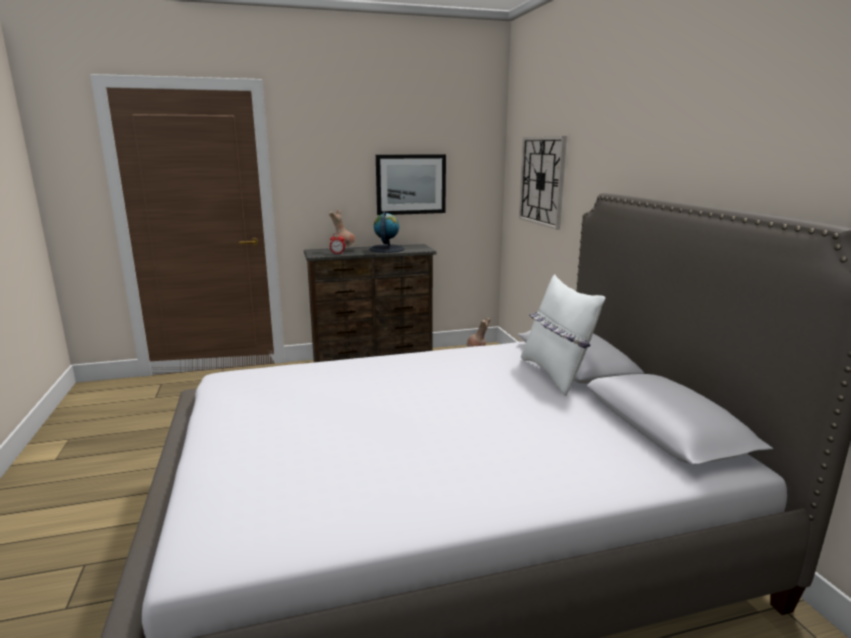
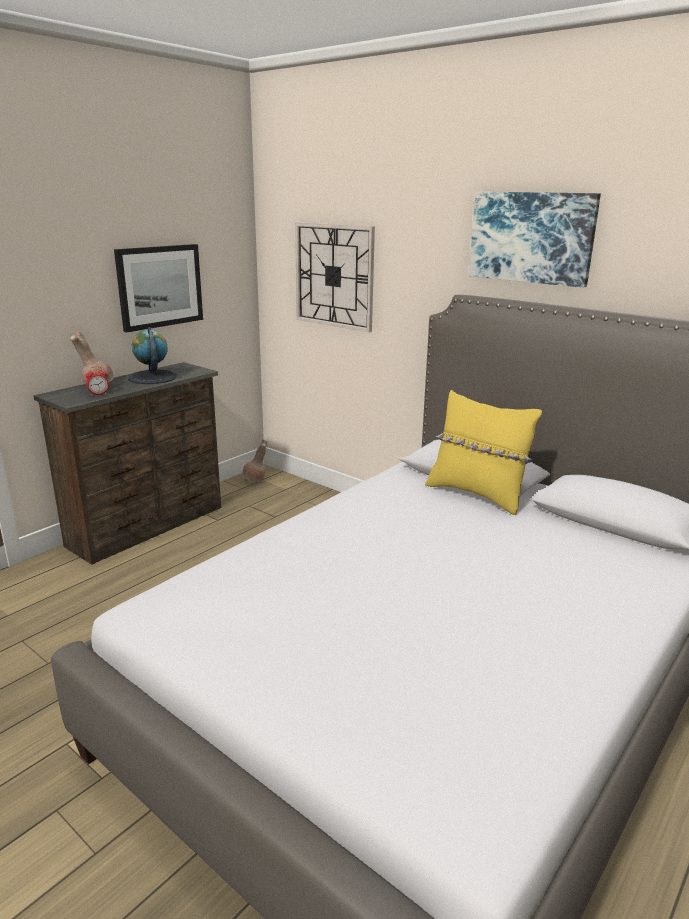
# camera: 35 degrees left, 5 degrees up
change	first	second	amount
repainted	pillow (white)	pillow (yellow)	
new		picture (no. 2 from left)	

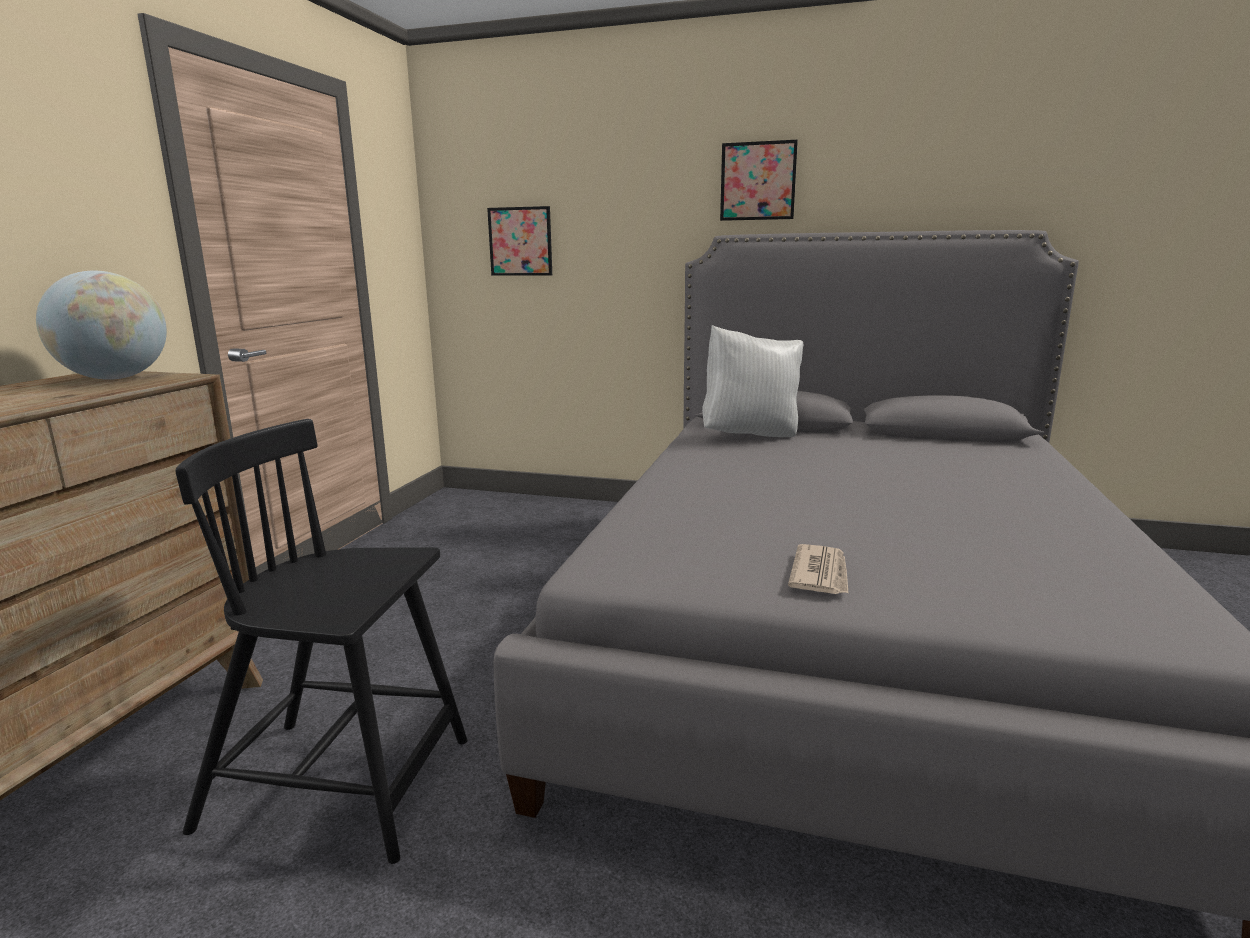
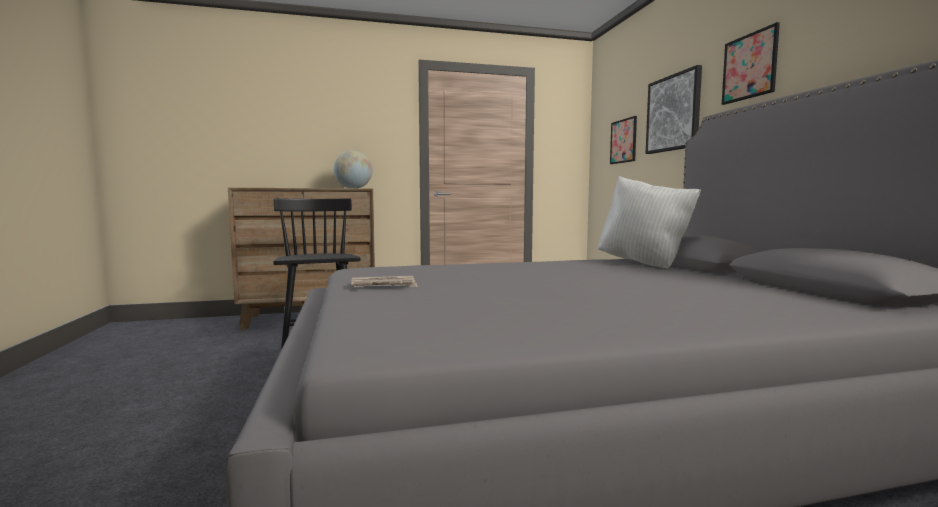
# camera: 60 degrees right, 10 degrees down
change	first	second	amount
new		picture (no. 2 from left)	

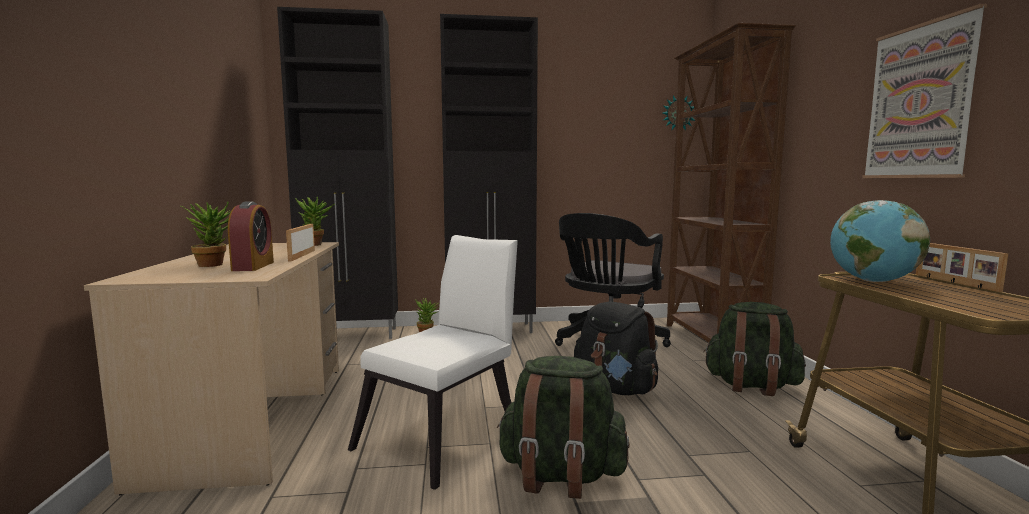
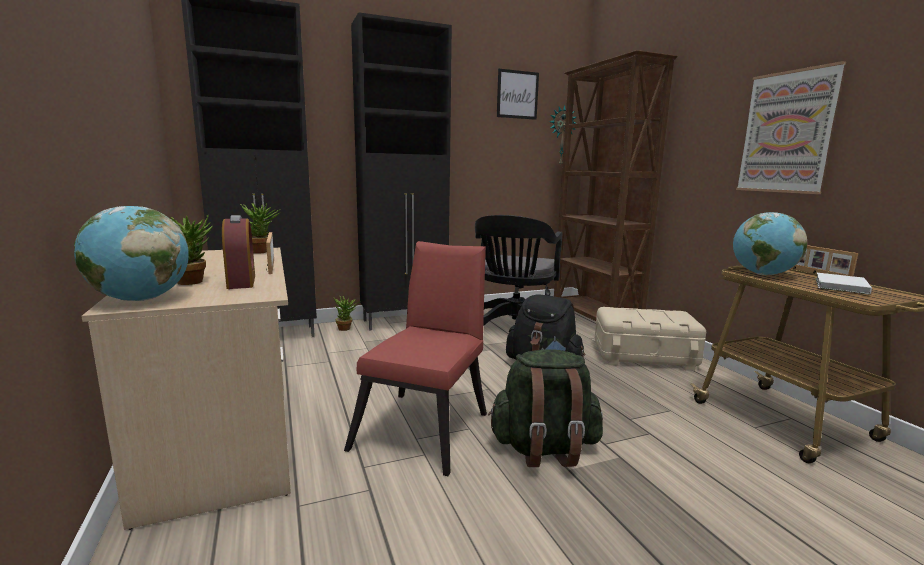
# camera: 15 degrees left, 5 degrees up
change	first	second	amount
repainted	chair (white)	chair (red)	
swapped	backpack (green) (no. 2 from left)	storage box (beige)	
new		globe (no. 1 from left)	
new		picture (no. 1 from left)	
new		book (white)	

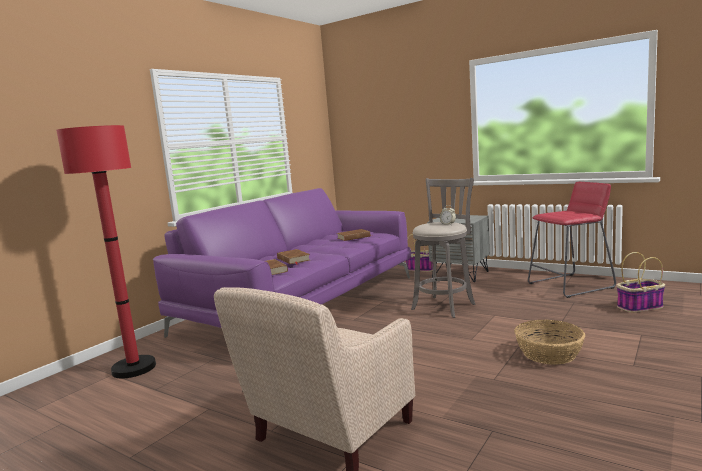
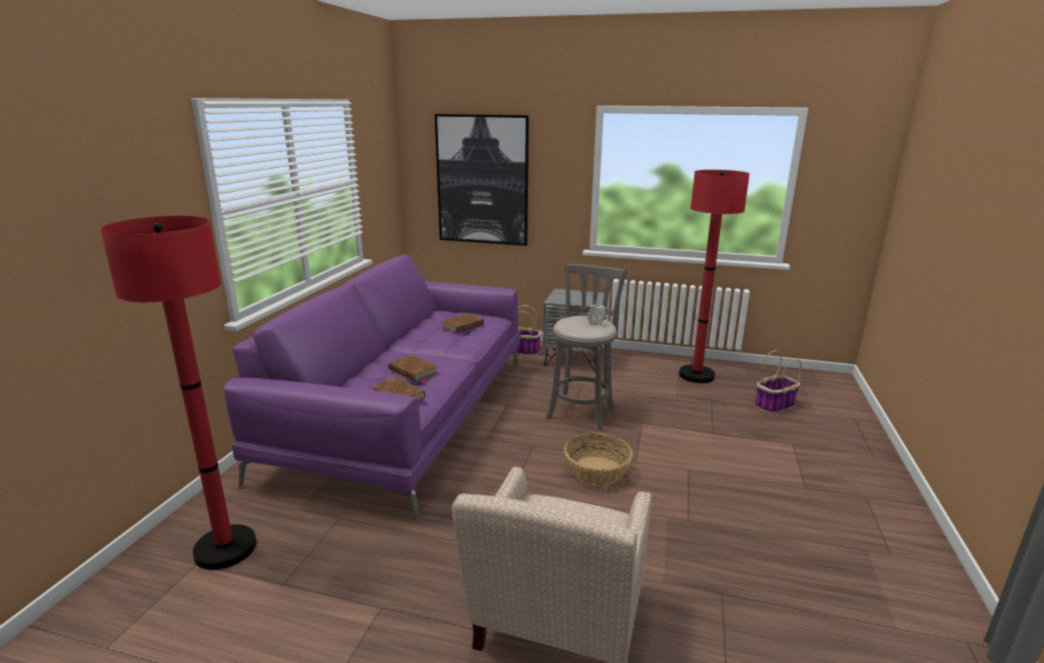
# camera: 20 degrees left, 10 degrees up
change	first	second	amount
shifted	basket (no. 2 from left)		
swapped	stool (red)	floor lamp (red) (no. 2 from left)	
new		picture	

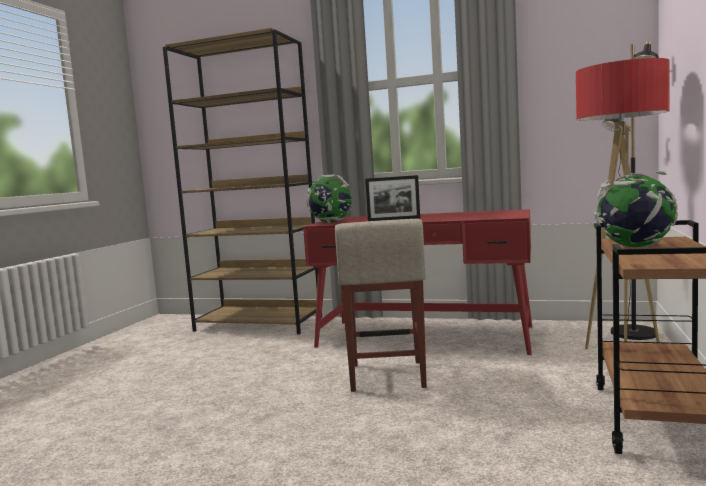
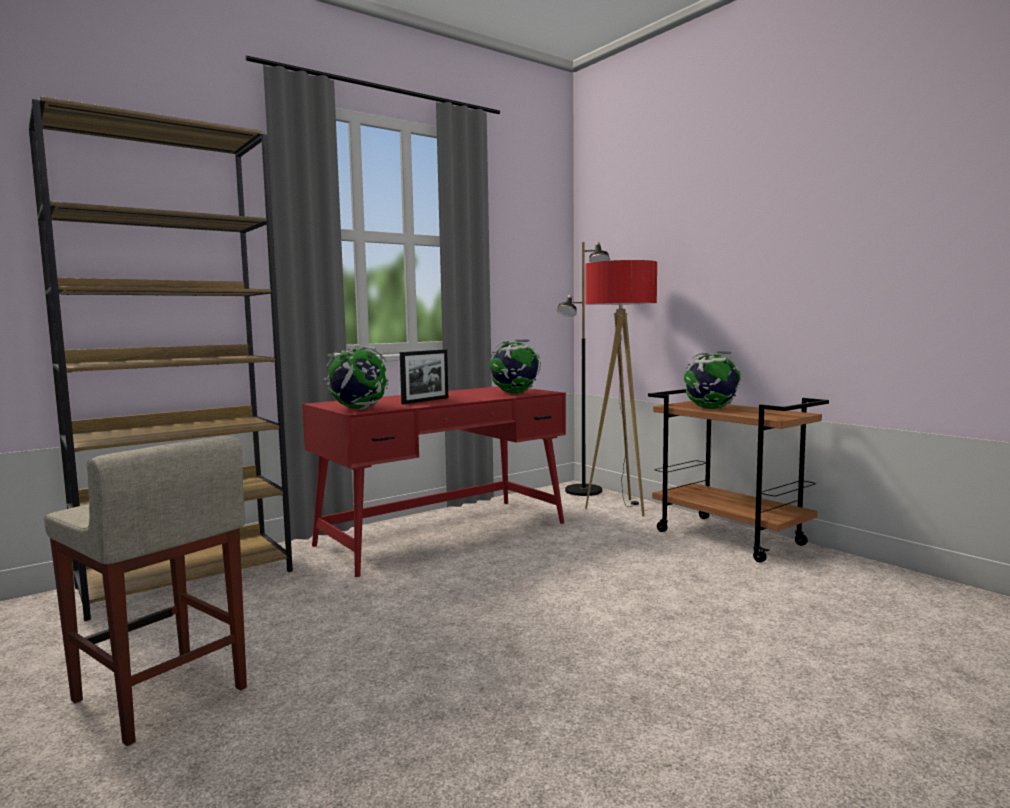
# camera: 55 degrees left, 0 degrees up
change	first	second	amount
shifted	stool (beige)		
new		globe (no. 2 from left)	

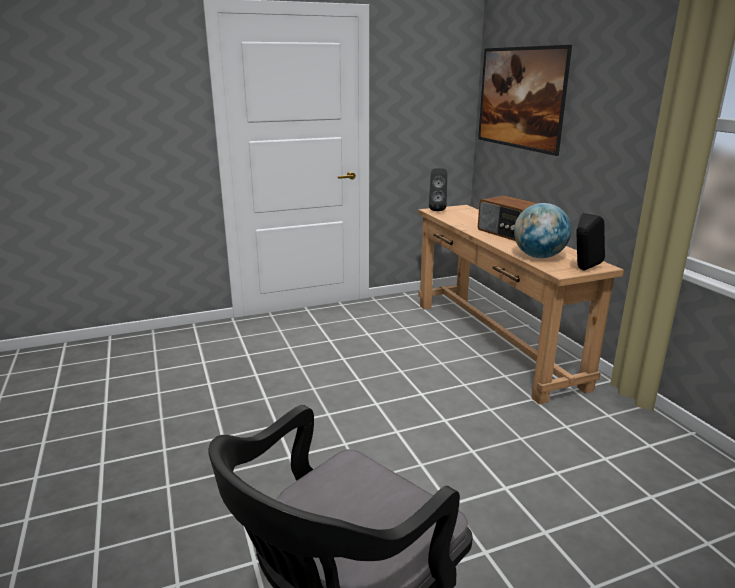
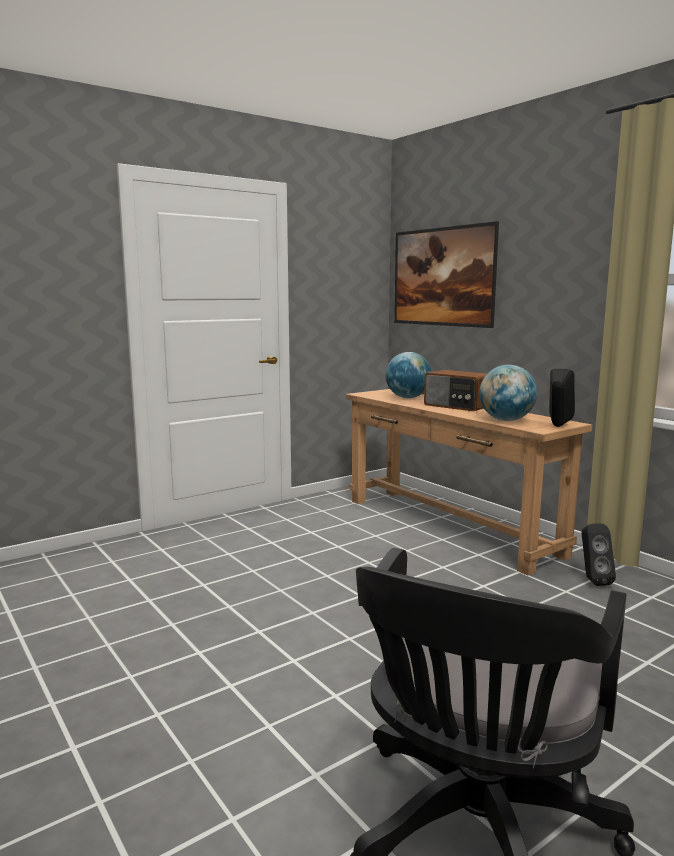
# camera: 15 degrees left, 10 degrees down
change	first	second	amount
shifted	speaker (black) (no. 1 from left in the first image)	speaker (black) (no. 2 from left)	
new		globe (no. 1 from left)	

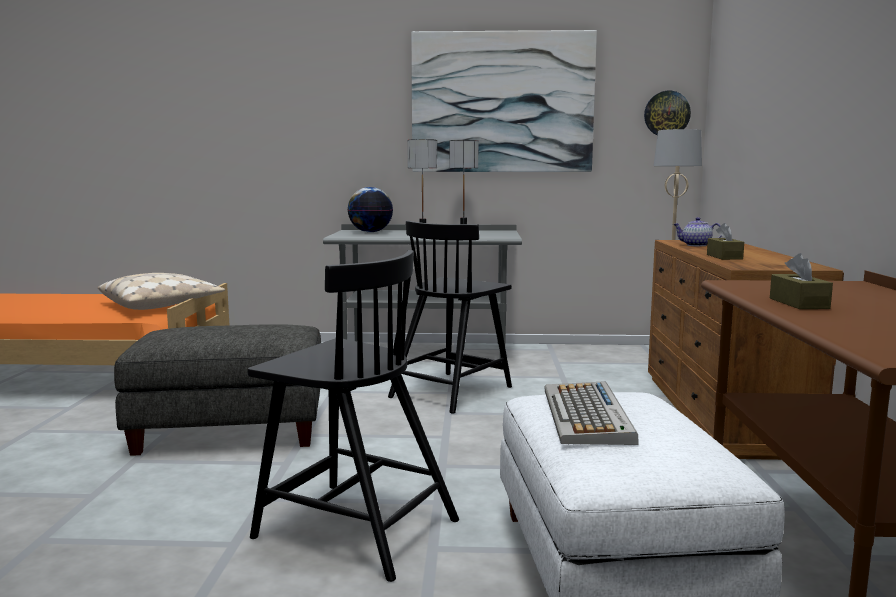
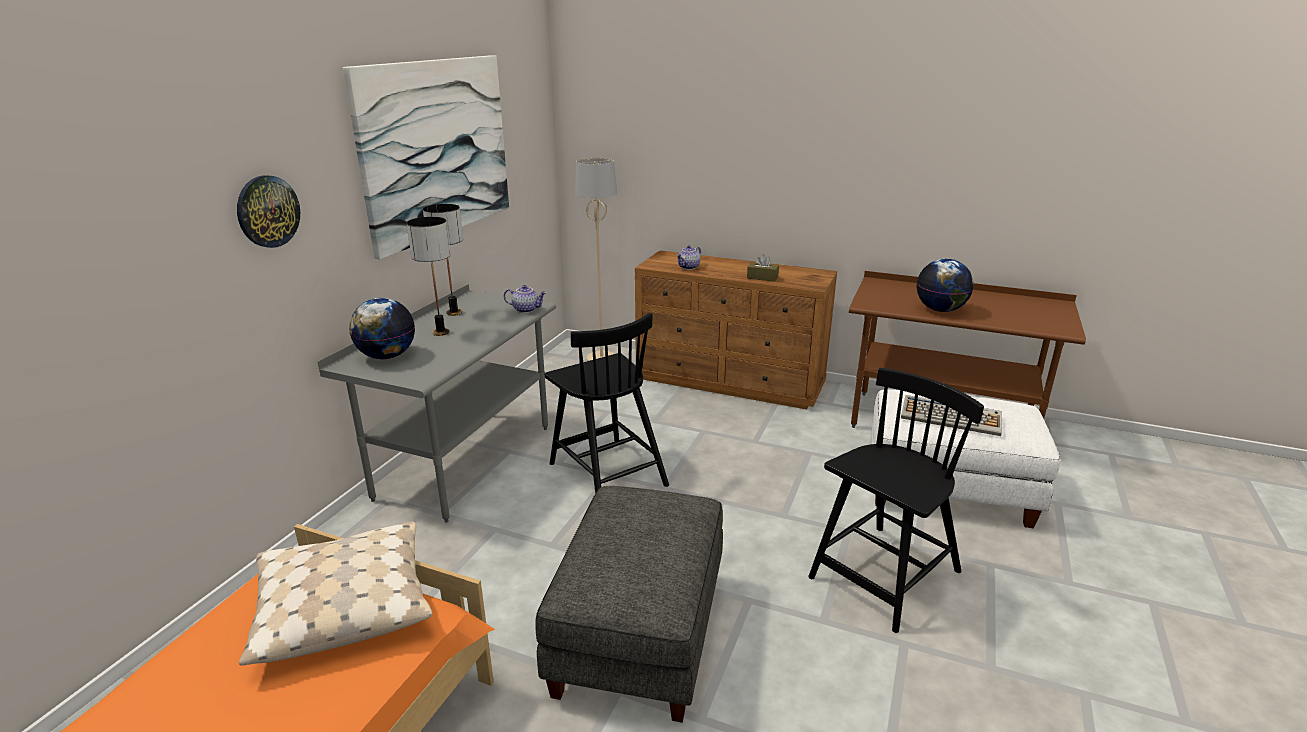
# camera: 70 degrees left, 15 degrees up
change	first	second	amount
shifted	wall clock		
swapped	tissue box (brown) (no. 2 from left)	globe (no. 2 from left)	
new		teapot (no. 1 from left)	

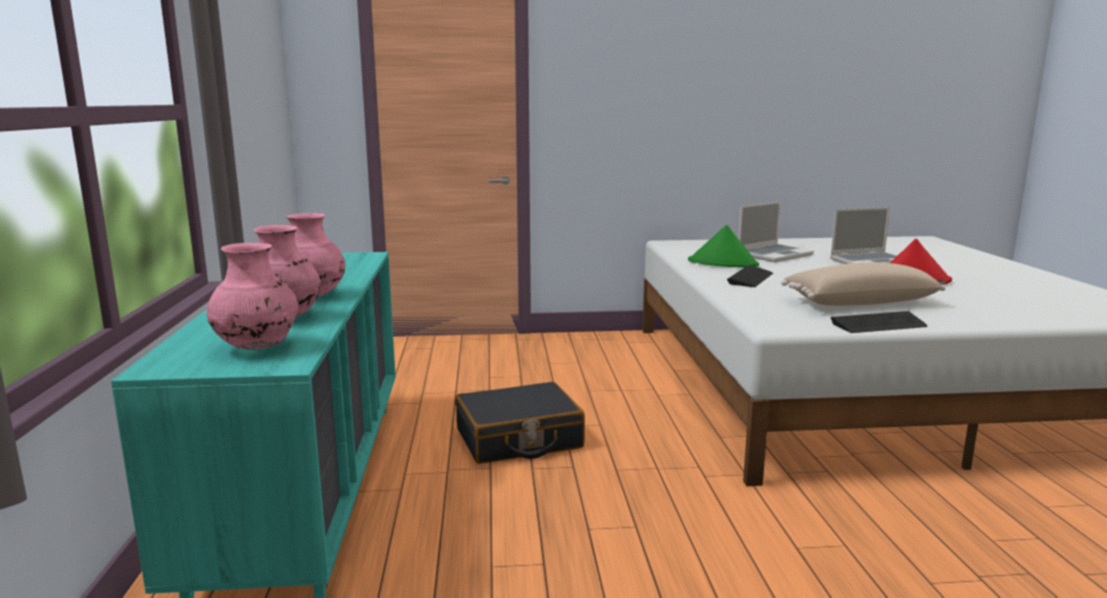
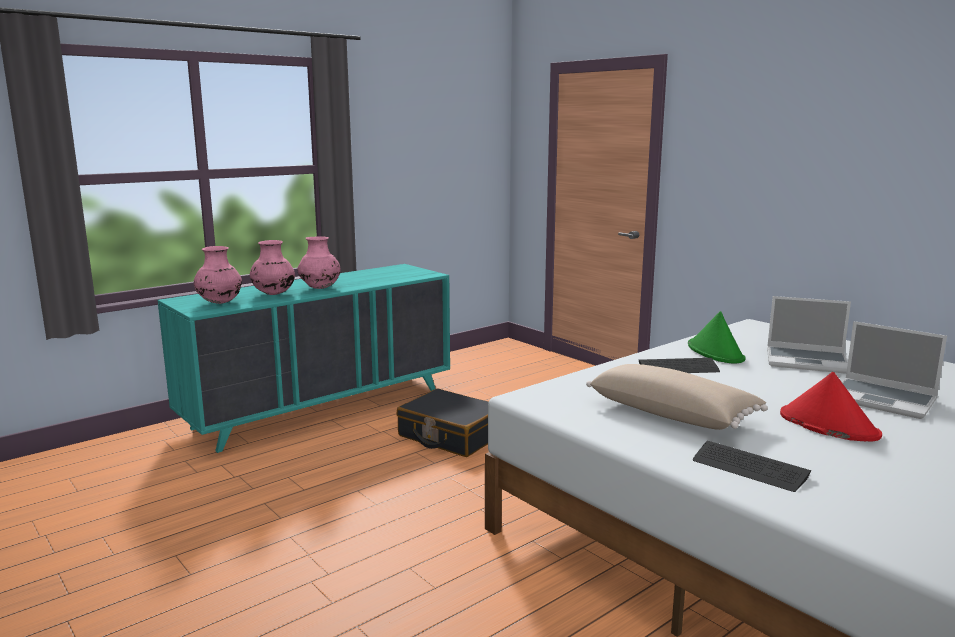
# camera: 55 degrees right, 0 degrees up
change	first	second	amount
shifted	keyboard (no. 2 from left)		

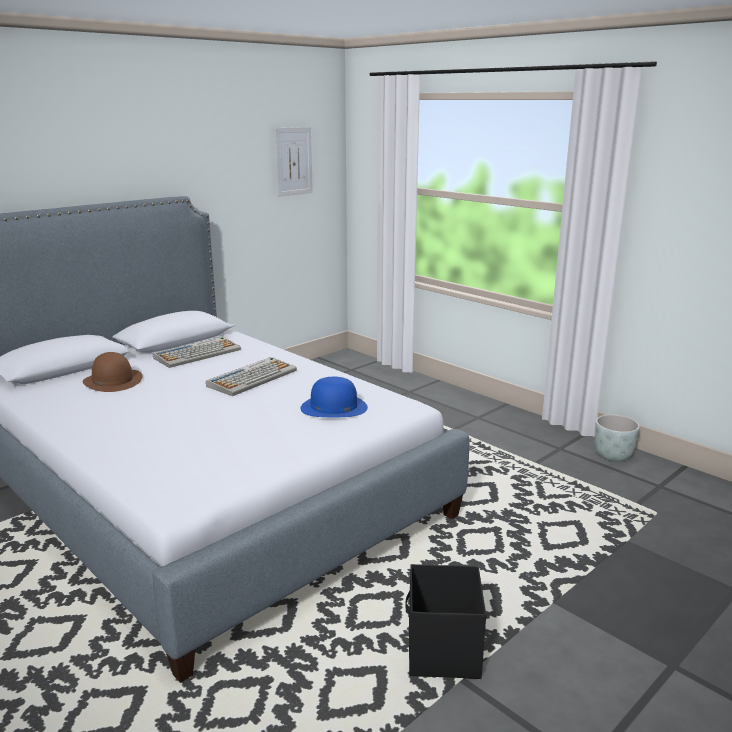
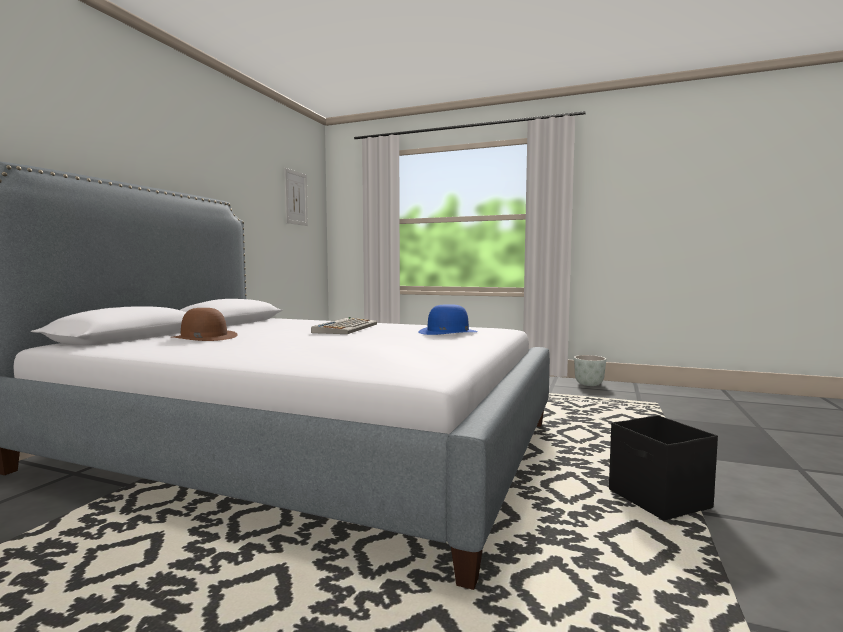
# camera: 25 degrees left, 15 degrees down
change	first	second	amount
gone	keyboard (no. 1 from left)		

